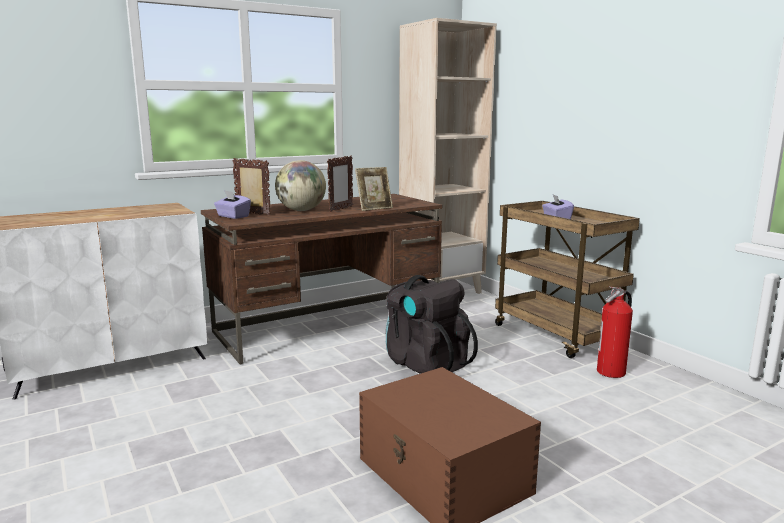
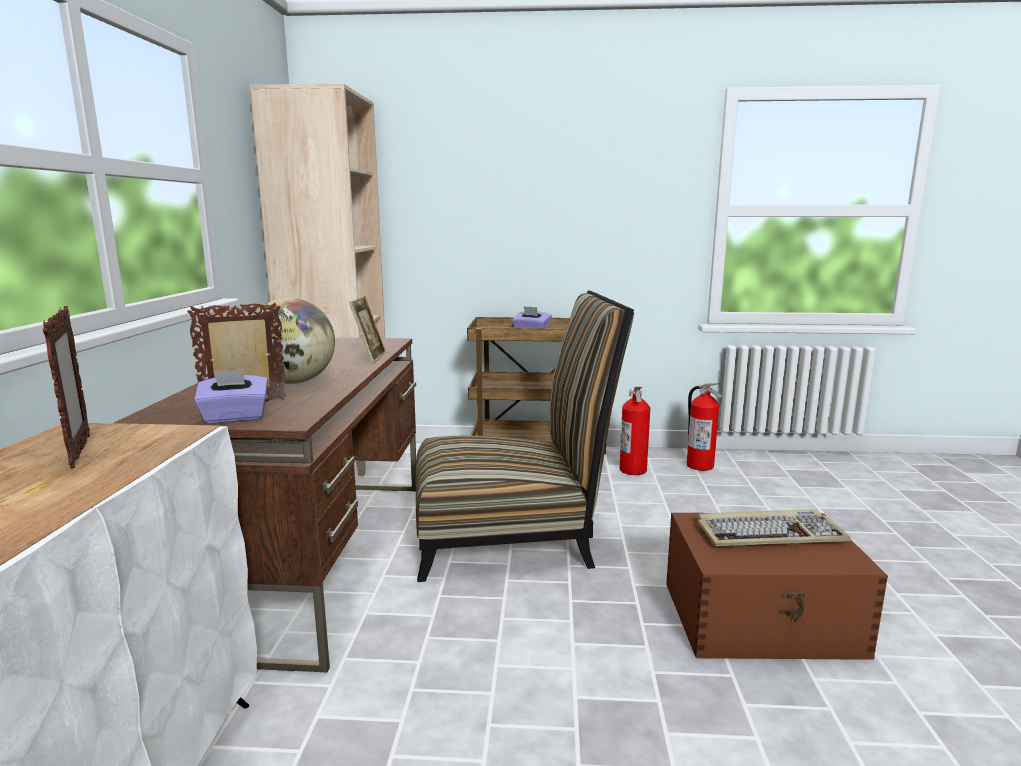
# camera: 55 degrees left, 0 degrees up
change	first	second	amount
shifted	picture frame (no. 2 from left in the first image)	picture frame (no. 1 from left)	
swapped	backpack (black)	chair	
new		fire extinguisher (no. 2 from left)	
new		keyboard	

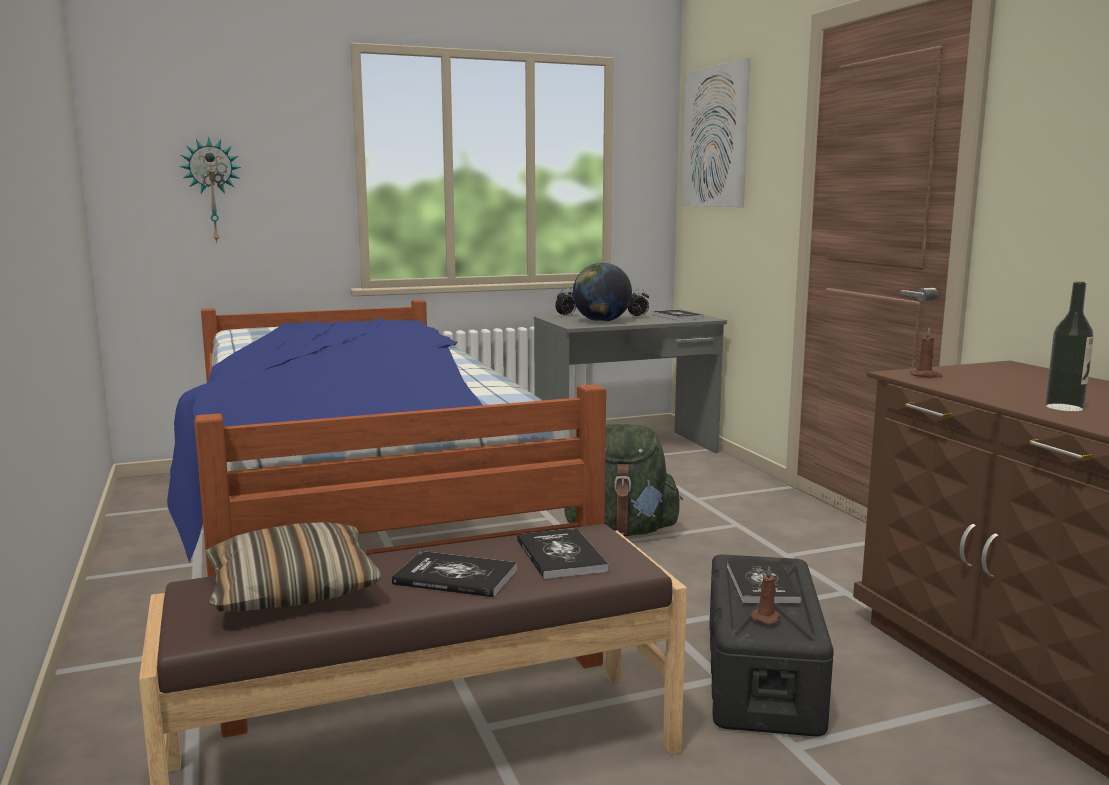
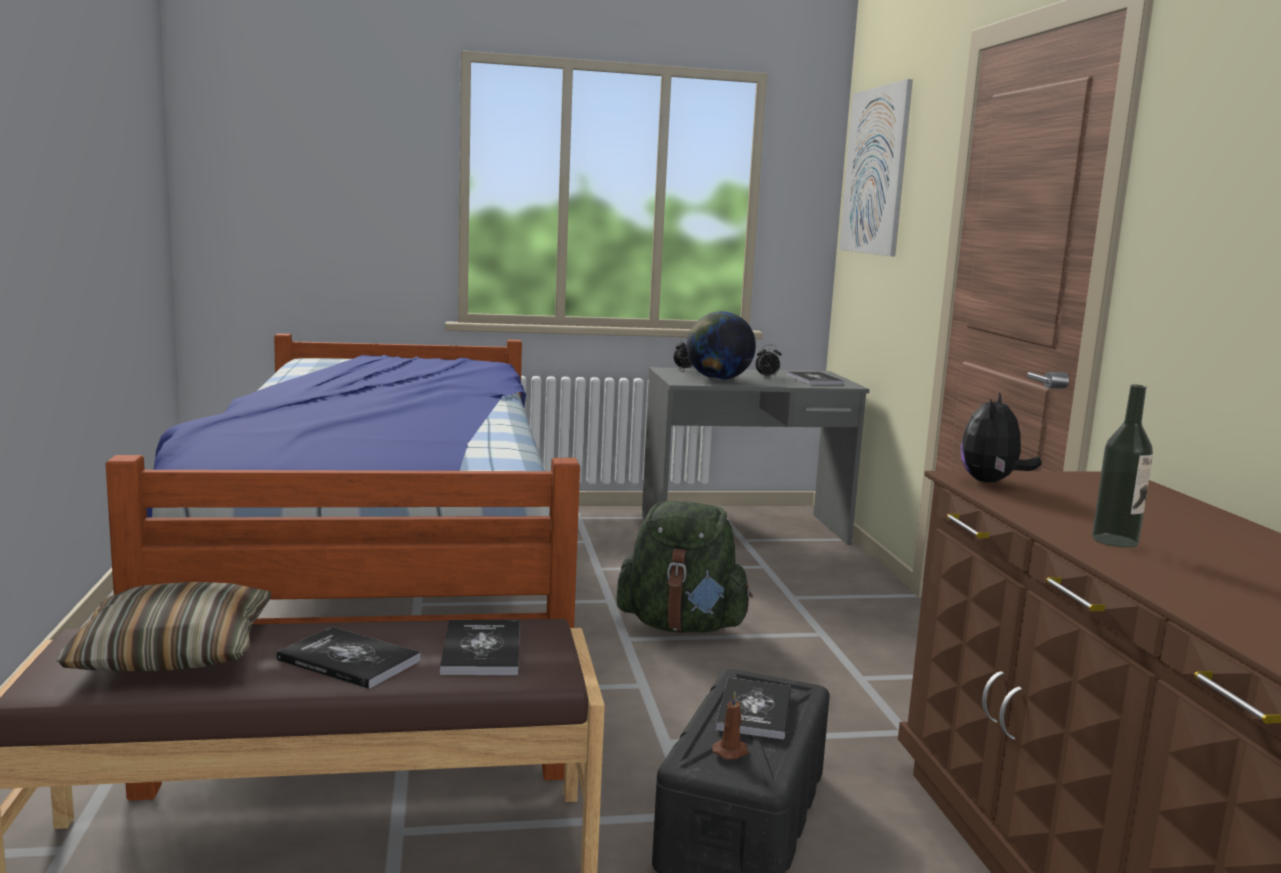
# camera: 10 degrees right, 0 degrees up
change	first	second	amount
gone	wall clock		
swapped	candle (brown) (no. 2 from left)	plush toy	

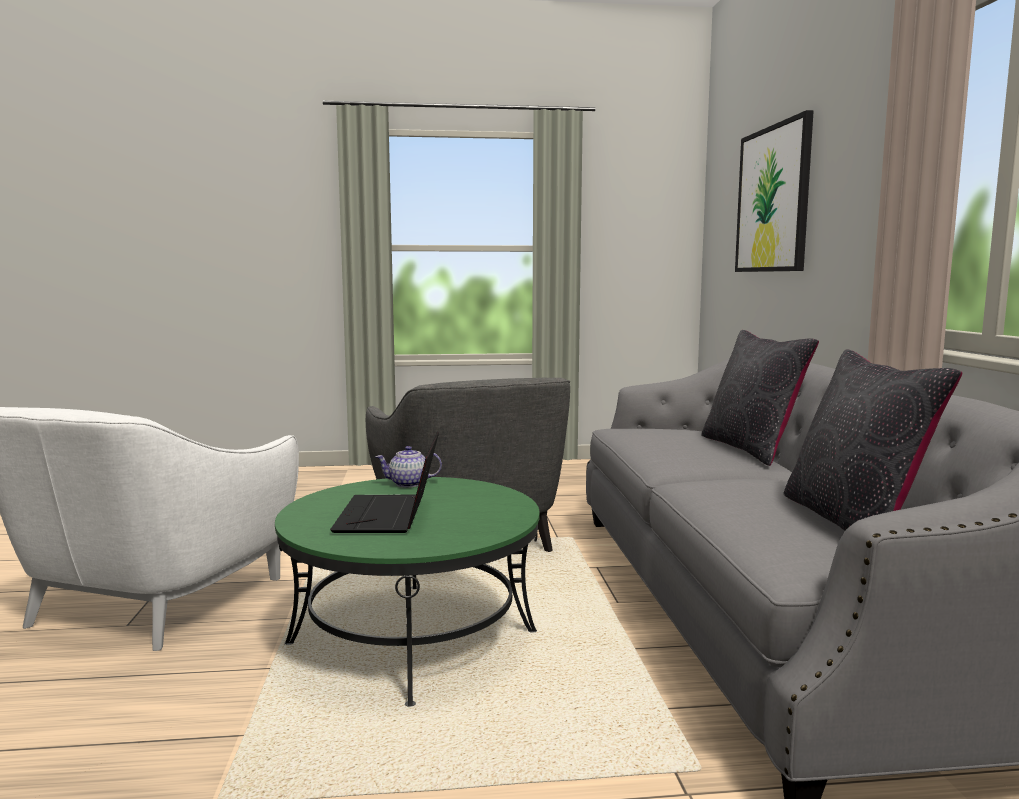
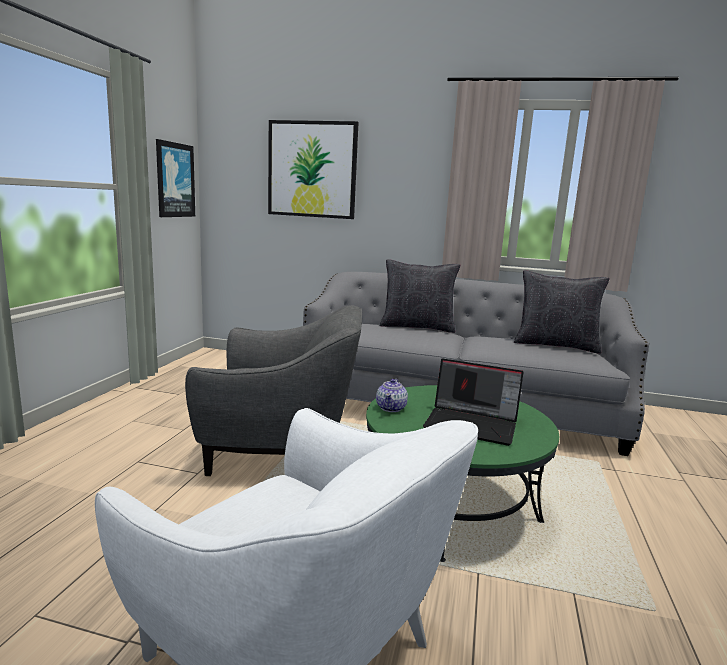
# camera: 70 degrees left, 5 degrees up
change	first	second	amount
new		picture (no. 1 from left)	

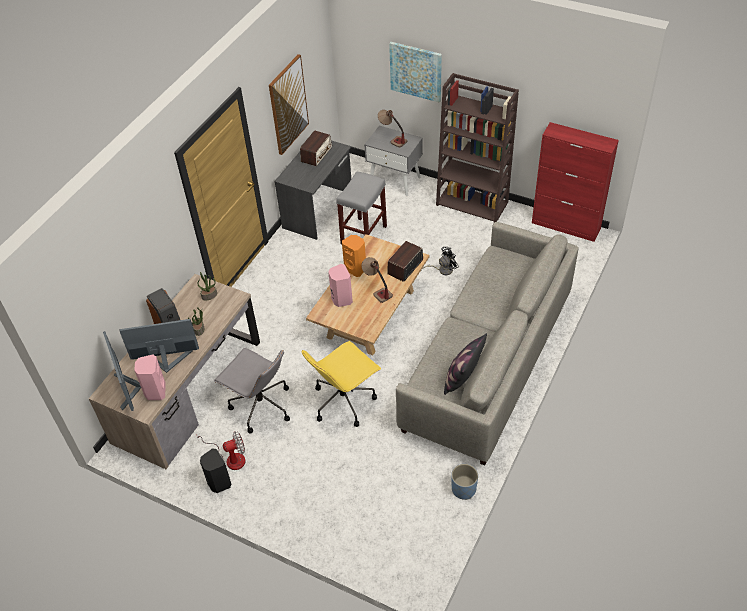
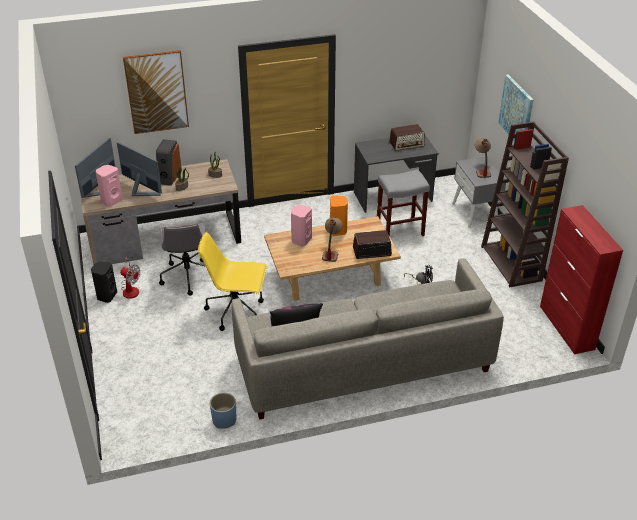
# camera: 45 degrees right, 10 degrees down
change	first	second	amount
shifted	picture (no. 1 from left)		

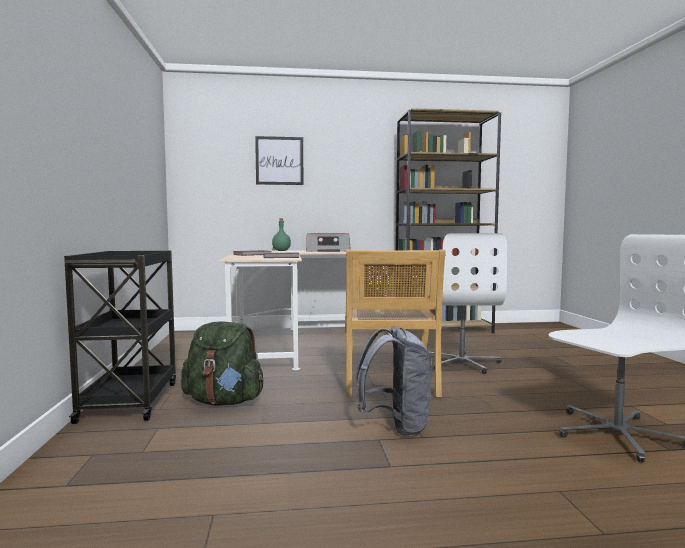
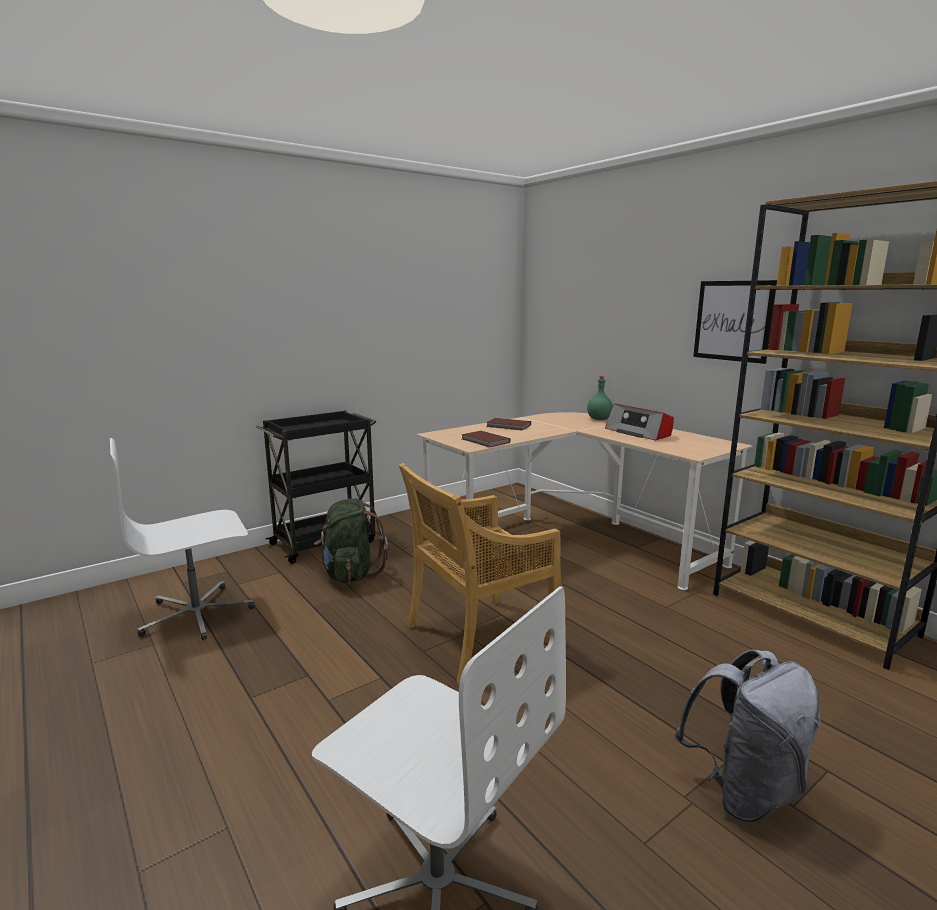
# camera: 60 degrees right, 10 degrees up
change	first	second	amount
shifted	picture		
shifted	backpack (grey)		
shifted	office chair (white) (no. 1 from left)		

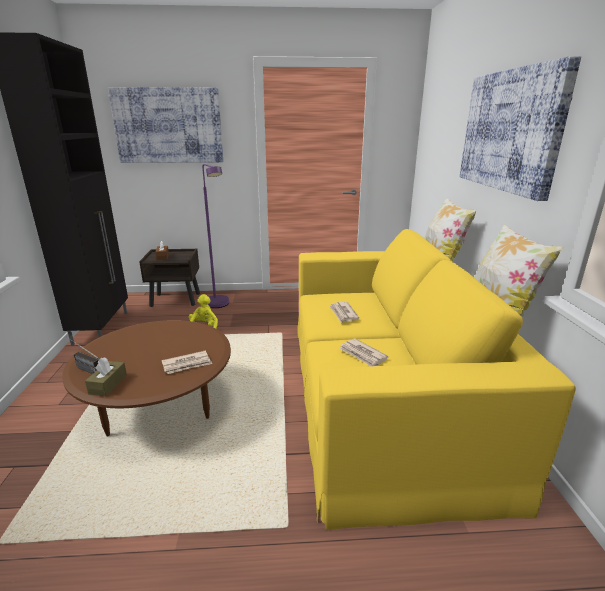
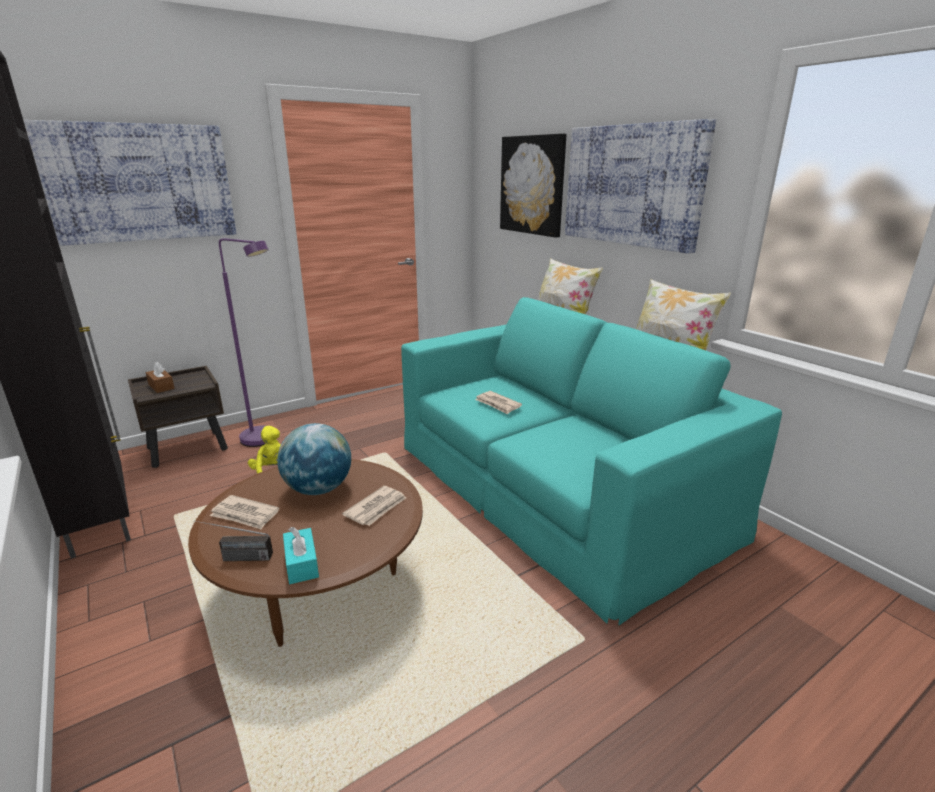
# camera: 30 degrees left, 0 degrees up
change	first	second	amount
repainted	tissue box (brown) (no. 1 from left)	tissue box (turquoise)	
repainted	sofa (yellow)	sofa (turquoise)	
shifted	newspaper (no. 3 from left in the first image)	newspaper (no. 1 from left)	
new		globe	
new		picture (no. 2 from left)	

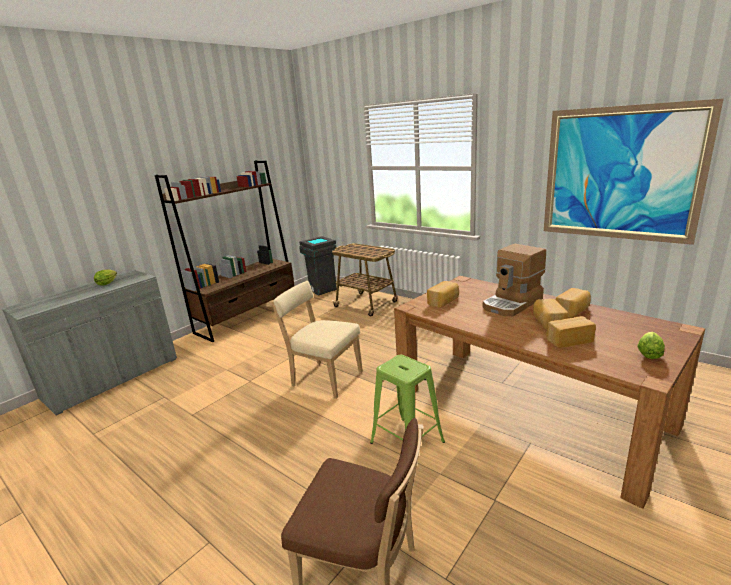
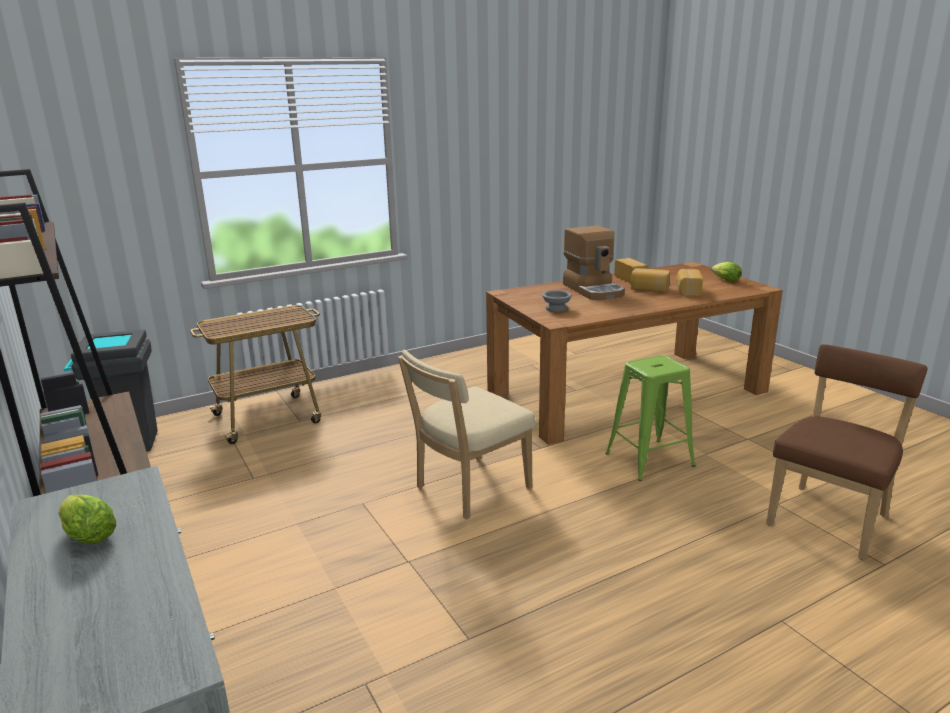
# camera: 70 degrees left, 0 degrees up
change	first	second	amount
swapped	bread (no. 1 from left)	bowl (grey)	
gone	picture		

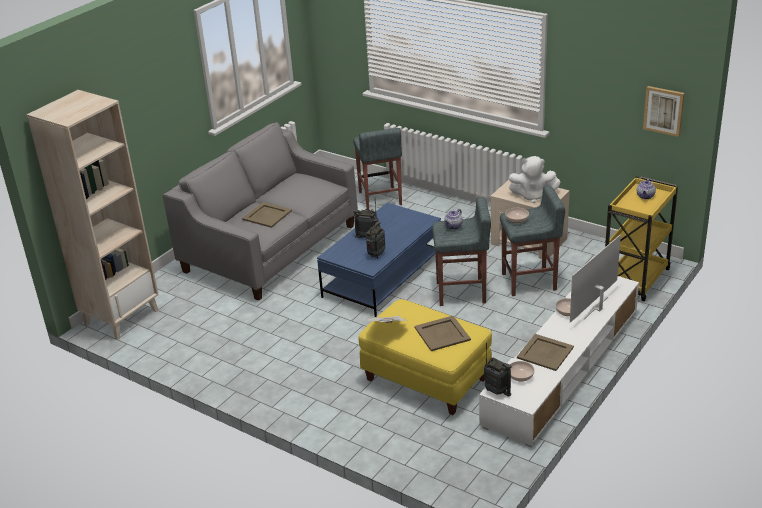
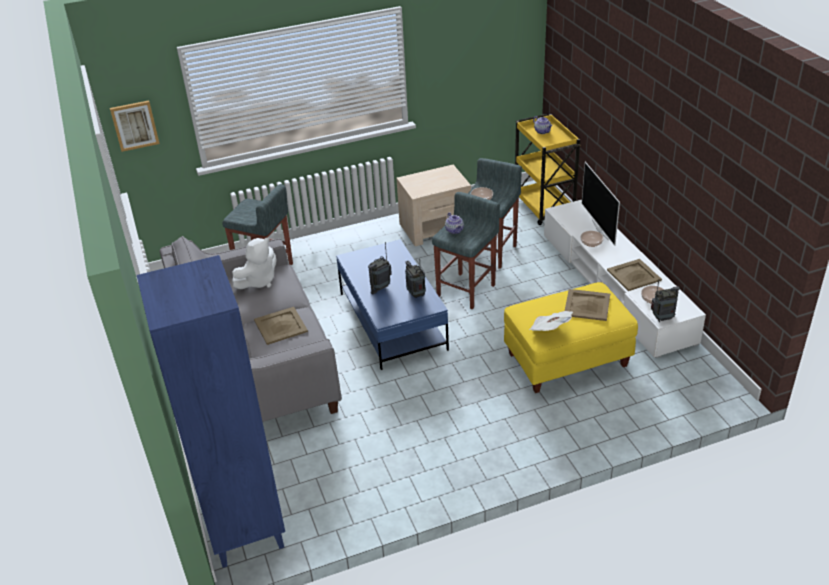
# camera: 55 degrees left, 5 degrees up
change	first	second	amount
repainted	bookcase (beige)	bookcase (blue)	
shifted	plush toy (white)		
shifted	picture		

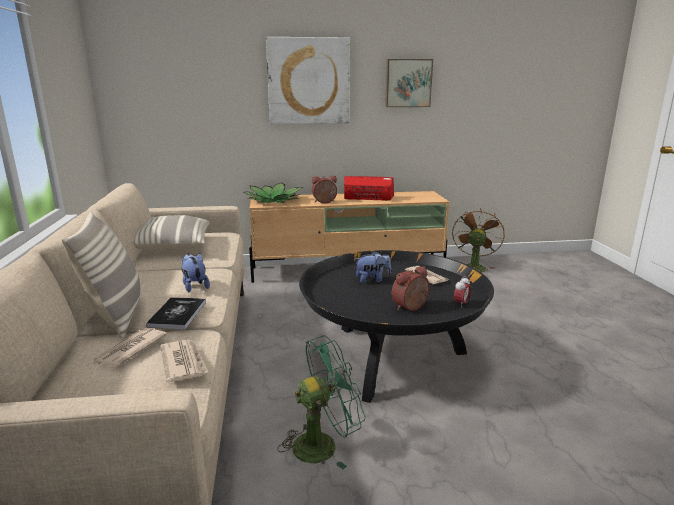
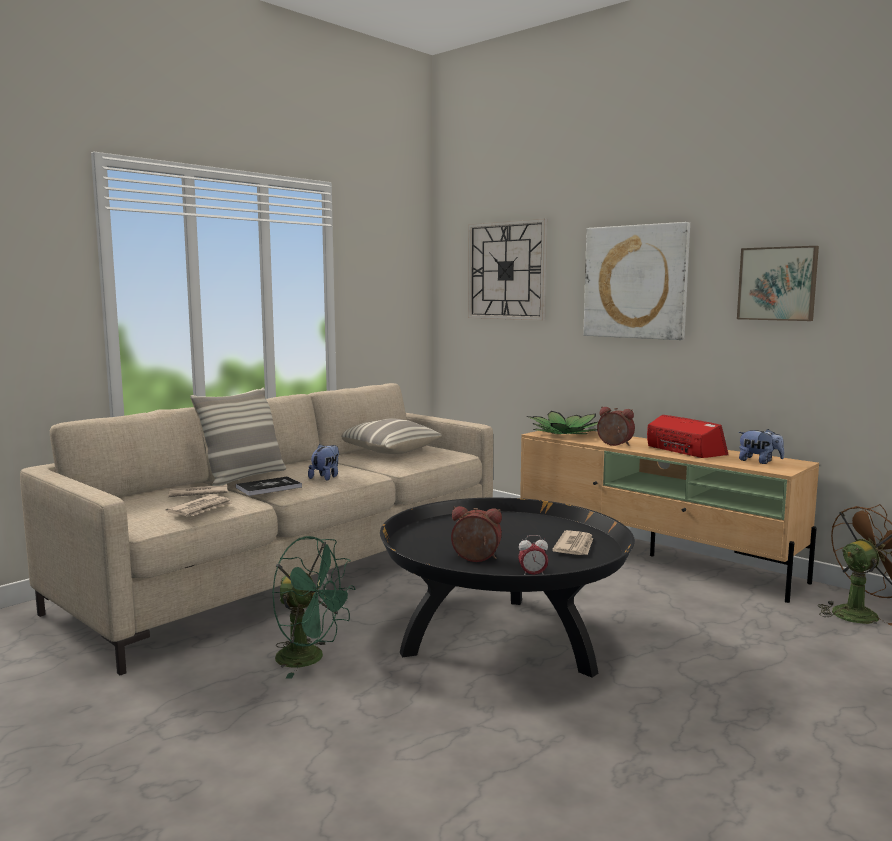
# camera: 50 degrees right, 10 degrees down
change	first	second	amount
shifted	plush toy (no. 2 from left)		
new		wall clock	

